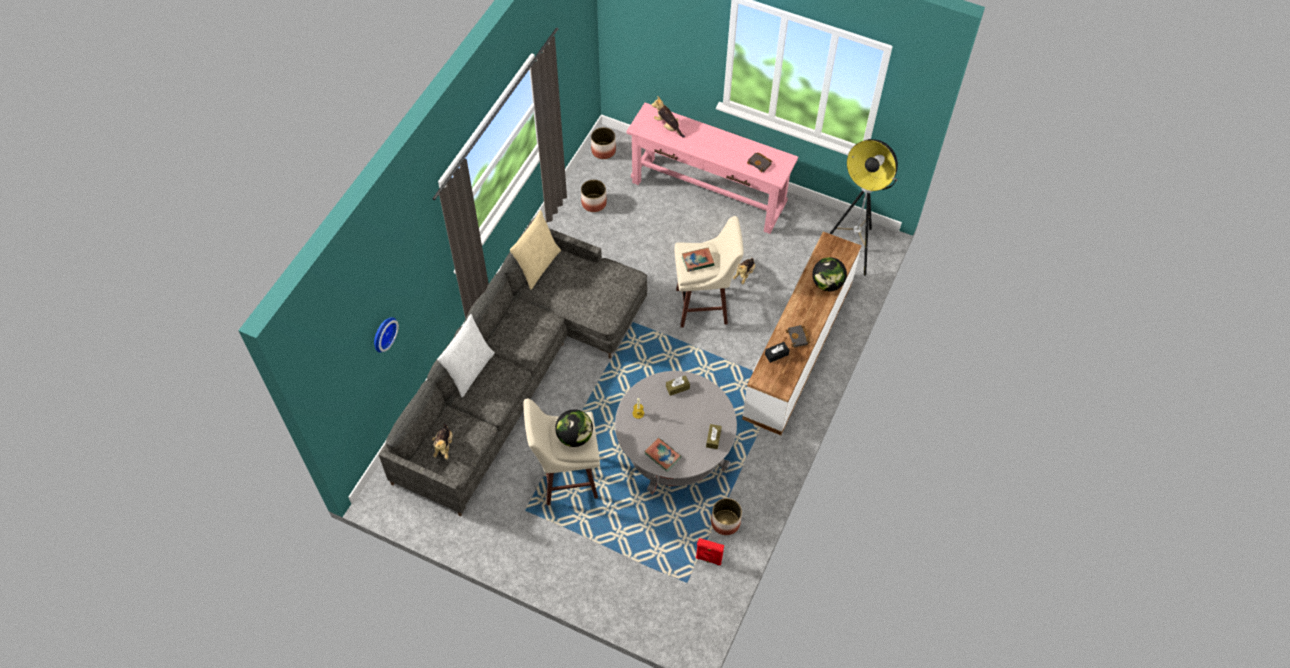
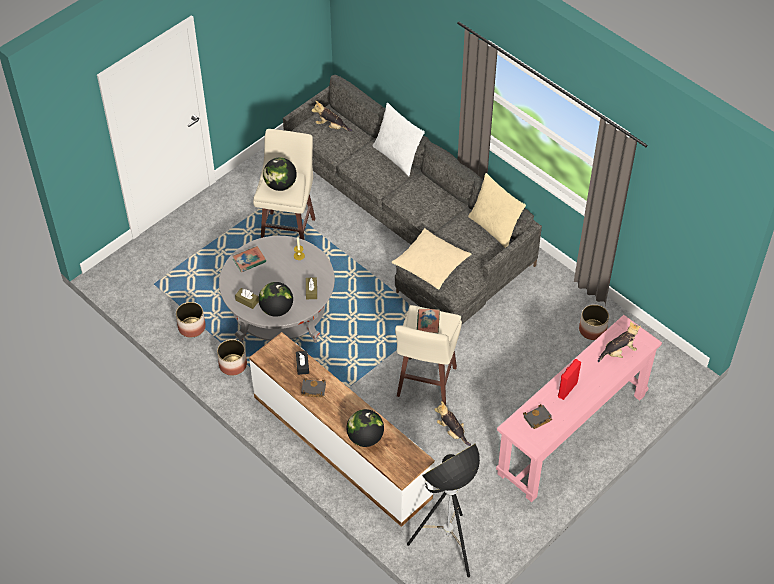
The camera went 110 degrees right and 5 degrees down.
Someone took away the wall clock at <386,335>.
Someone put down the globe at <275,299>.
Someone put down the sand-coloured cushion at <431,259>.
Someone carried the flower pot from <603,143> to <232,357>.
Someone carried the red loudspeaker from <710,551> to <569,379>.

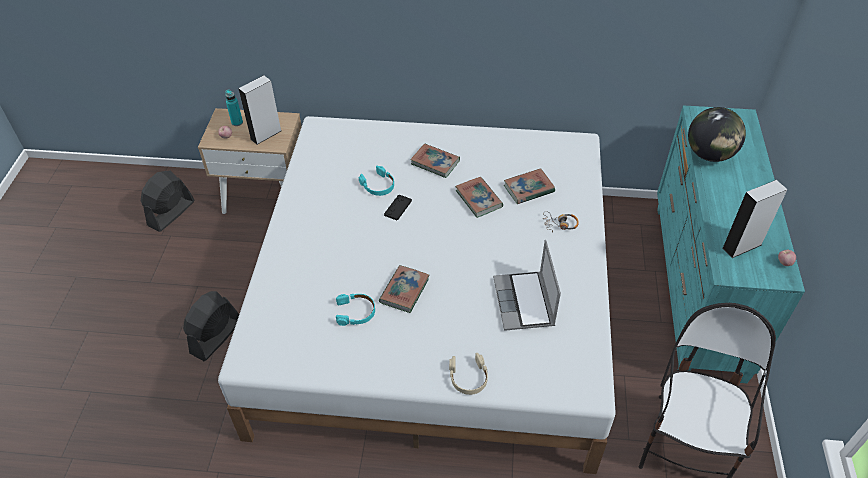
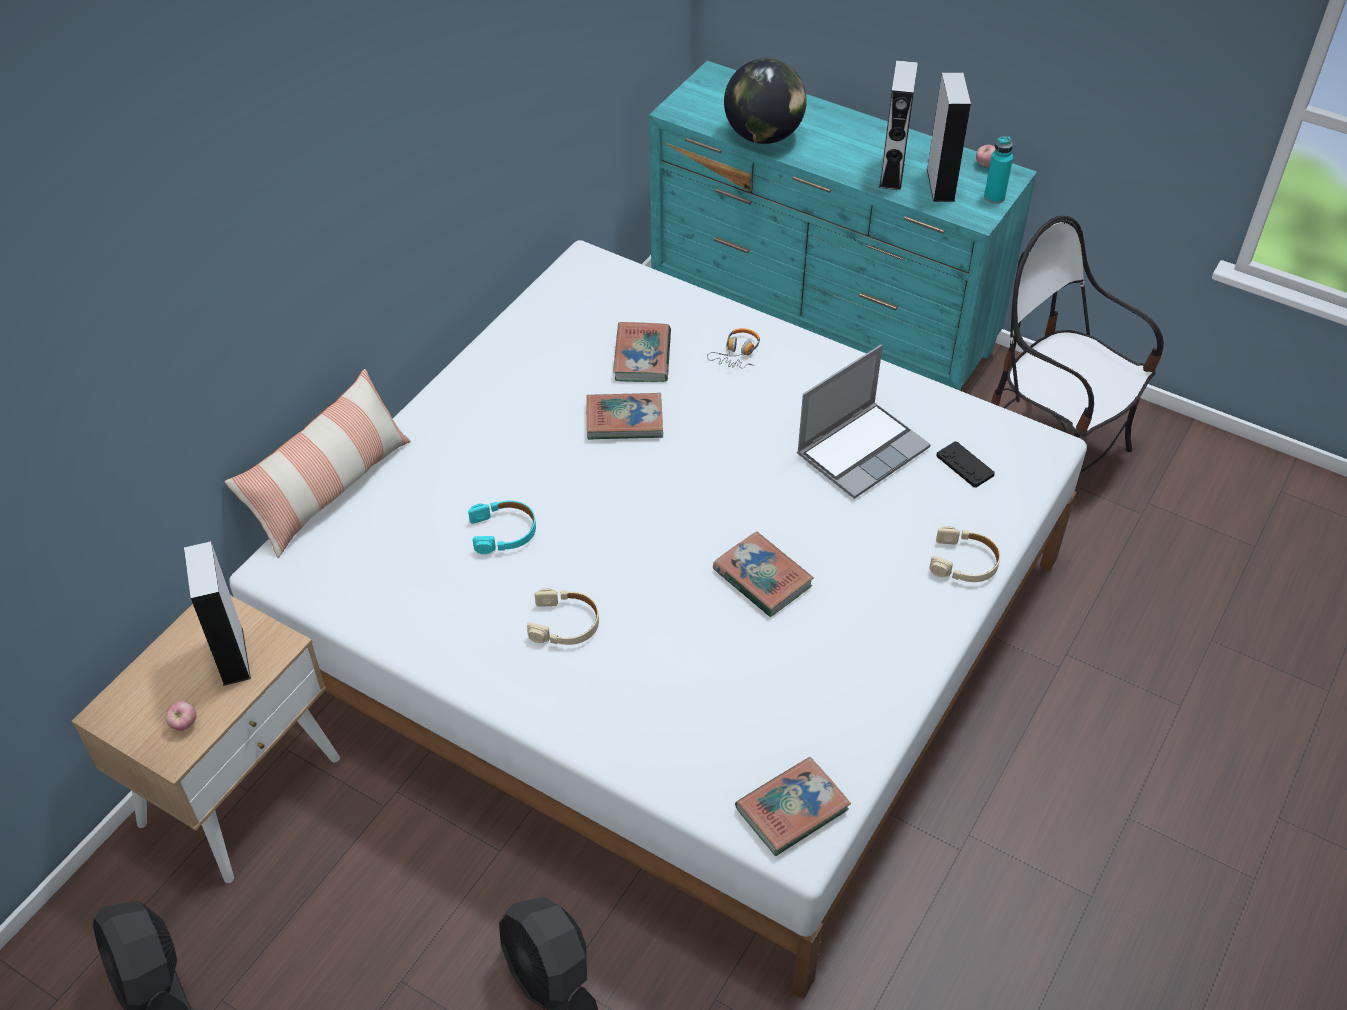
The camera went 65 degrees left and 0 degrees up.
Someone took away the blue-green headset at <355,310>.
Someone put down the cushion at <317,463>.
Someone put down the sand-coloured headset at <563,616>.
Someone put down the greyish loudspeaker at <898,125>.
Someone carried the blue-green drink bottle from <234,108> to <998,170>.
Someone carried the blackish gamepad from <398,207> to <965,464>.
Someone carried the bound book from <435,161> to <793,806>.
Someone rotated the notebook computer at <527,285> by 60 degrees counterclockwise.

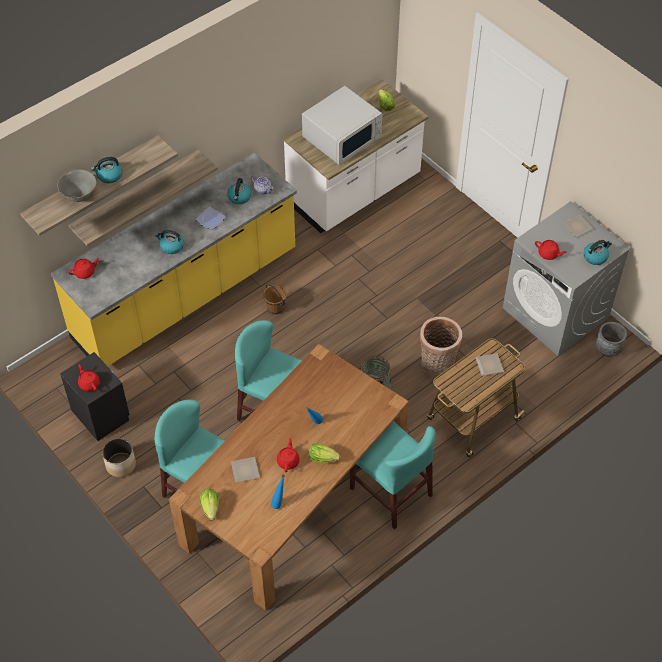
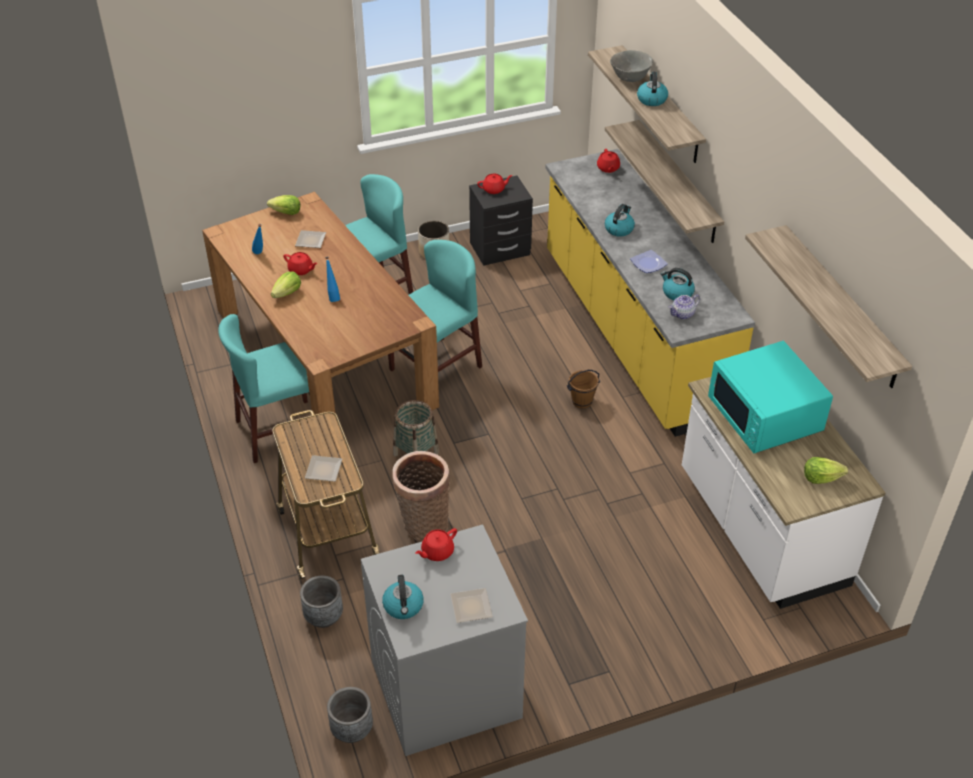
The camera went 110 degrees right and 10 degrees down.
Someone put down the greyish flower pot at <321,601>.
Someone put up the wall shelf at <828,306>.
Someone repainted the whitish microwave oven at <342,125>, which became the blue-green microwave oven at <770,397>.

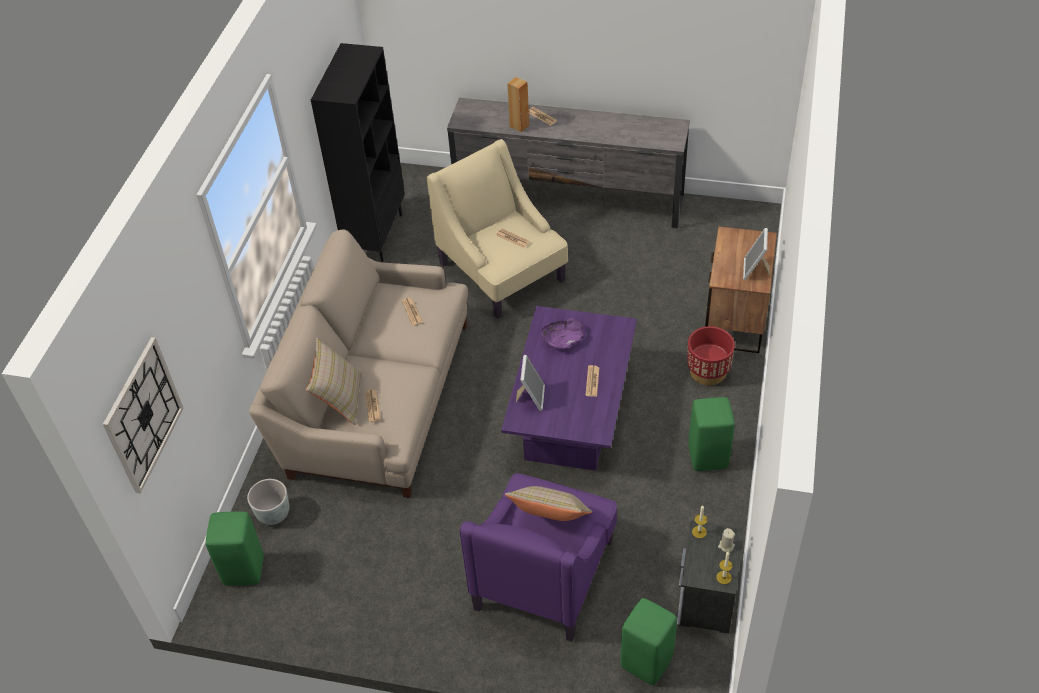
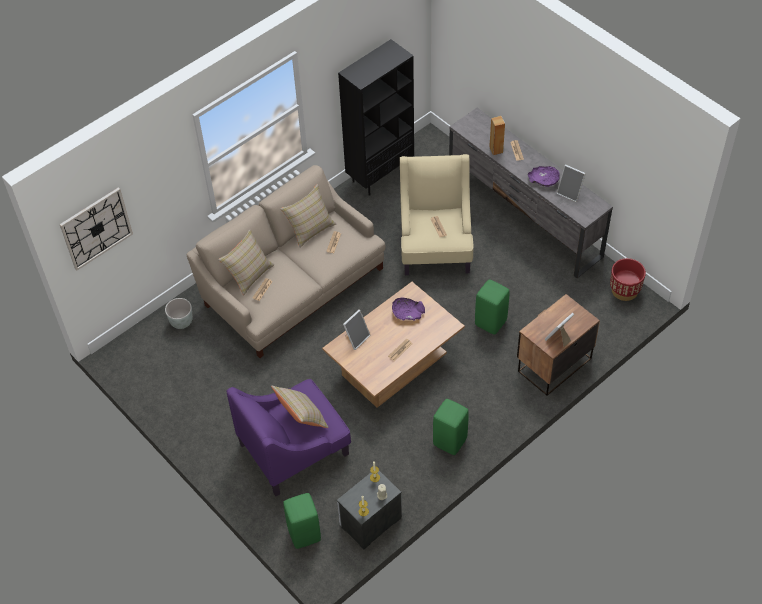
The camera went 35 degrees right and 5 degrees up.
Someone put down the sand-coloured cushion at <308,216>.
Someone put down the purple serving bowl at <544,176>.
Someone put down the photo frame at <571,183>.
Someone carried the greenish stool from <234,548> to <492,307>.
Someone carried the red flower pot from <711,355> to <628,279>.
Someone repainted the purple low table at <569,388>, which became the brownish low table at <393,345>.

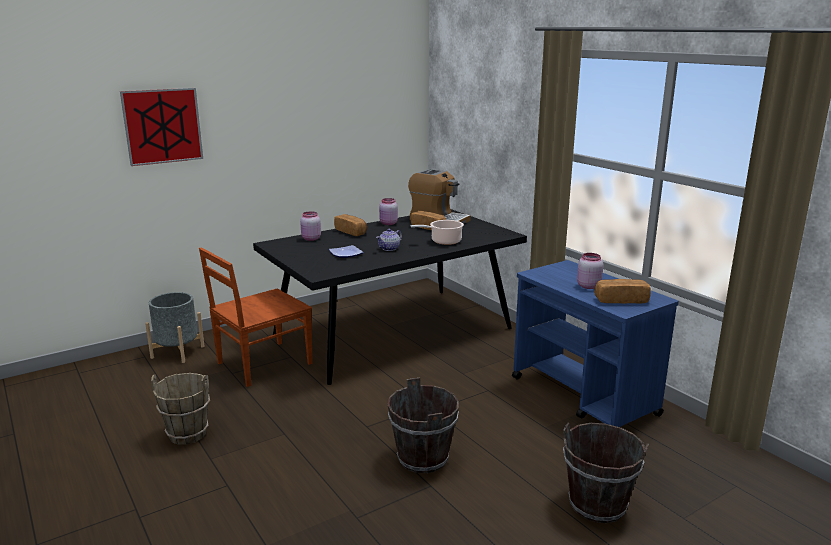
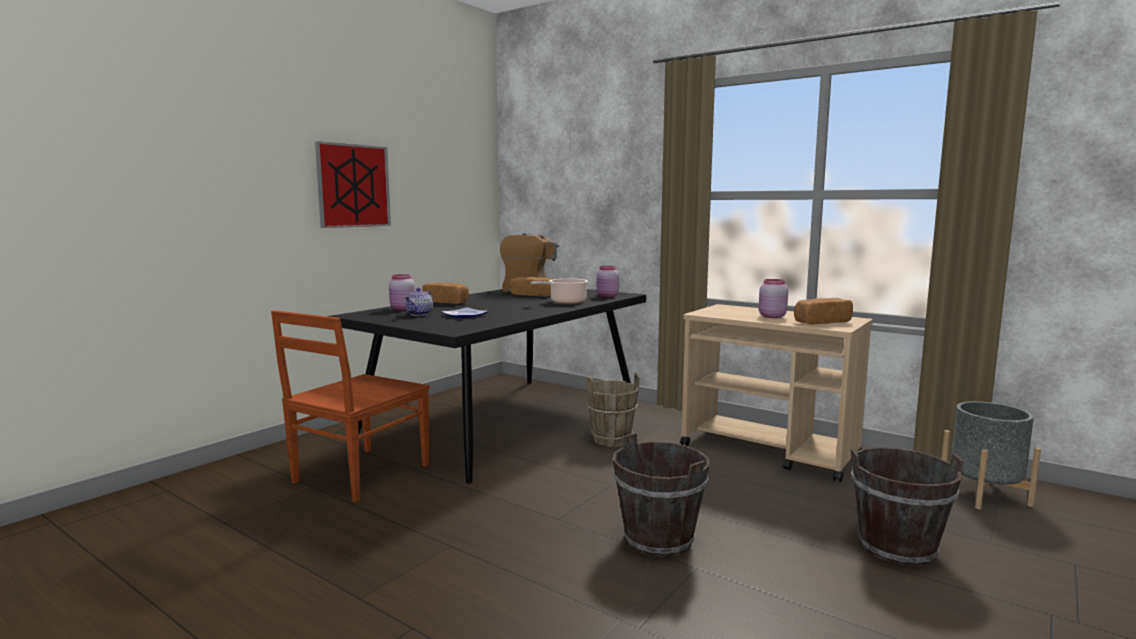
The camera went 20 degrees left and 10 degrees down.
Someone carried the picture from <161,127> to <353,184>.
Someone carried the greyish flower pot from <175,327> to <991,455>.
Someone carried the brownish pail from <180,409> to <613,410>.
Someone carried the tea pot from <389,240> to <418,302>.
Someone carried the pink-coloured preserve jar from <388,211> to <608,281>.
Someone repainted the blue cart at <595,343>, which became the sand-coloured cart at <776,393>.

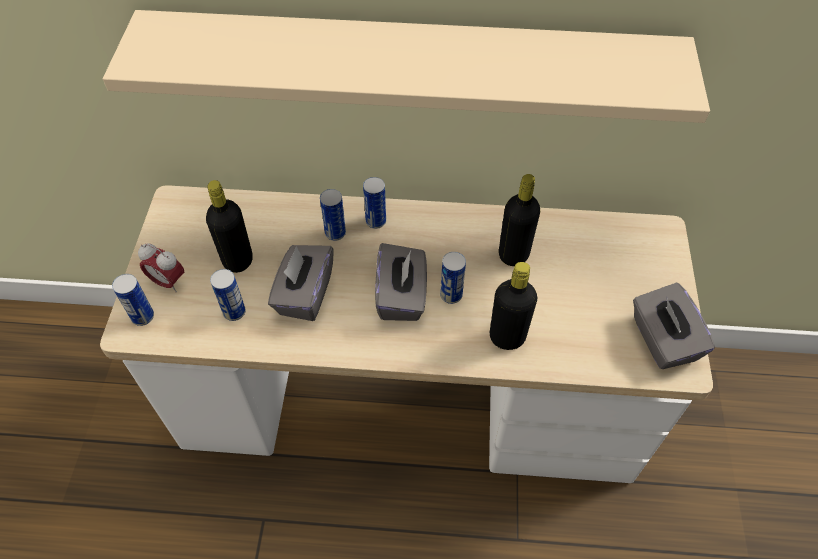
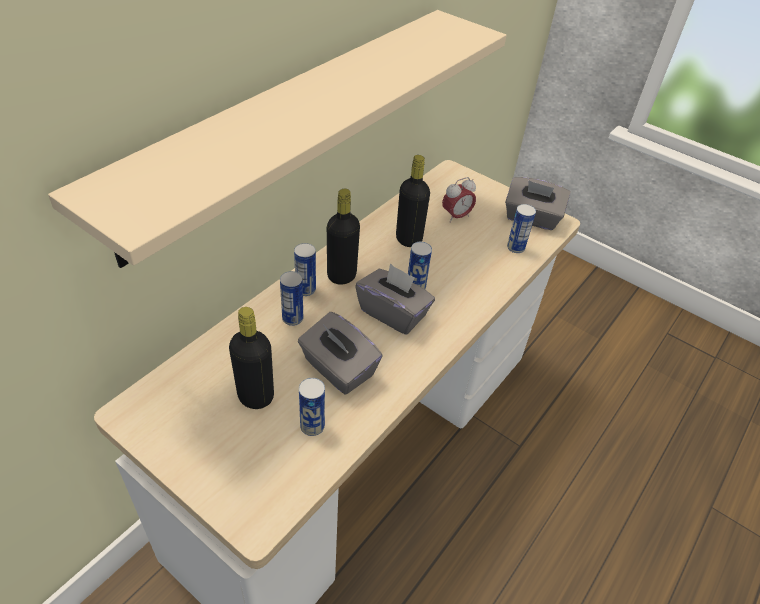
The camera went 60 degrees left and 10 degrees down.
Someone carried the can from <133,300> to <521,228>.
Someone carried the table clock from <161,267> to <459,200>.
Someone carried the blackish drink bottle from <513,306> to <343,237>.

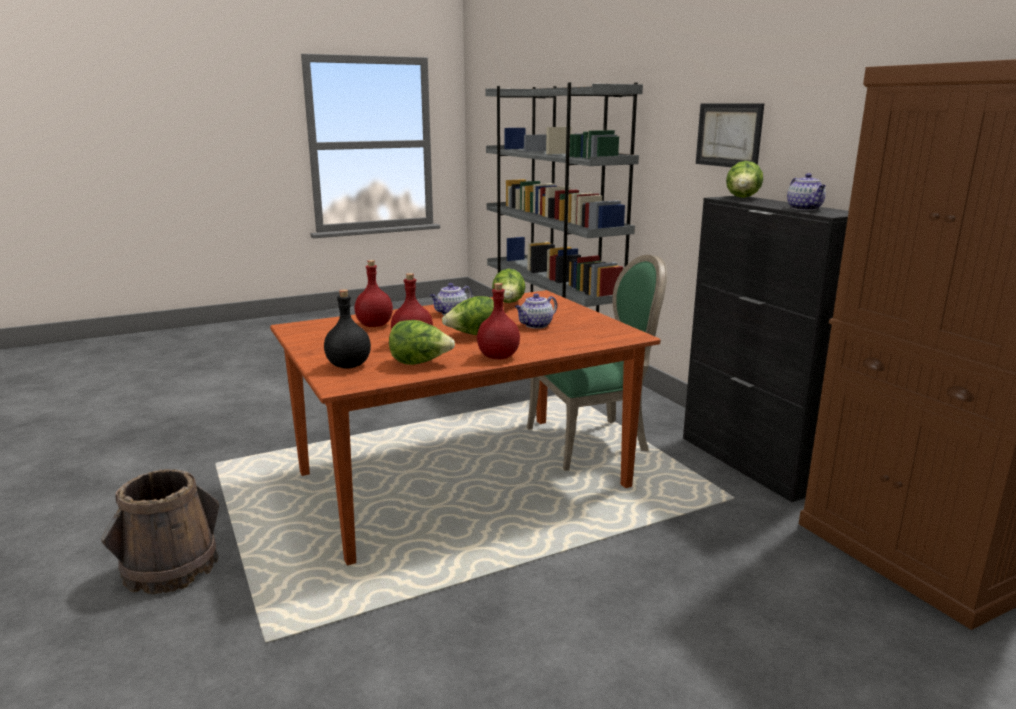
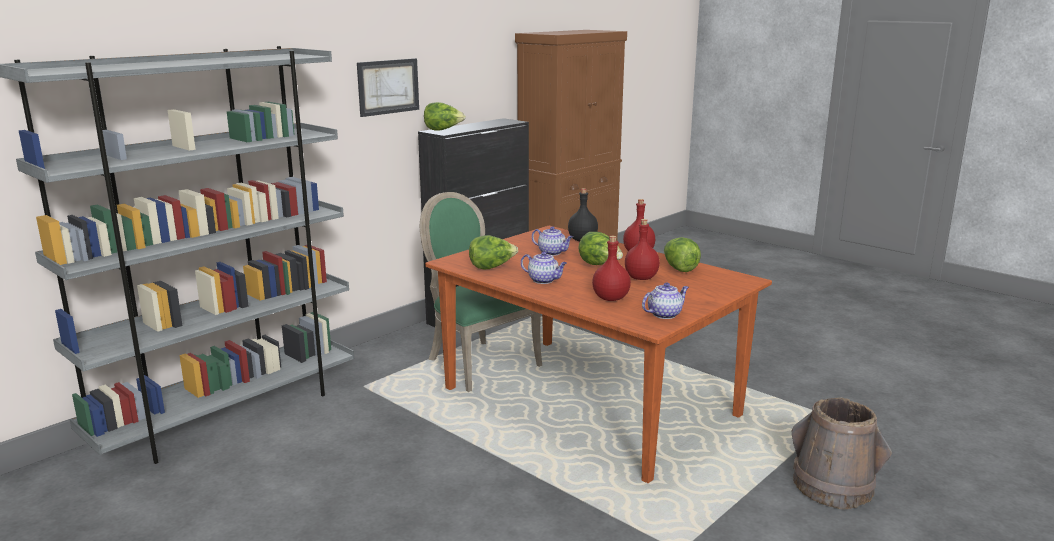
The camera went 110 degrees left and 0 degrees up.
Someone carried the blackish drink bottle from <347,329> to <583,214>.
Someone carried the tea pot from <806,192> to <665,301>.

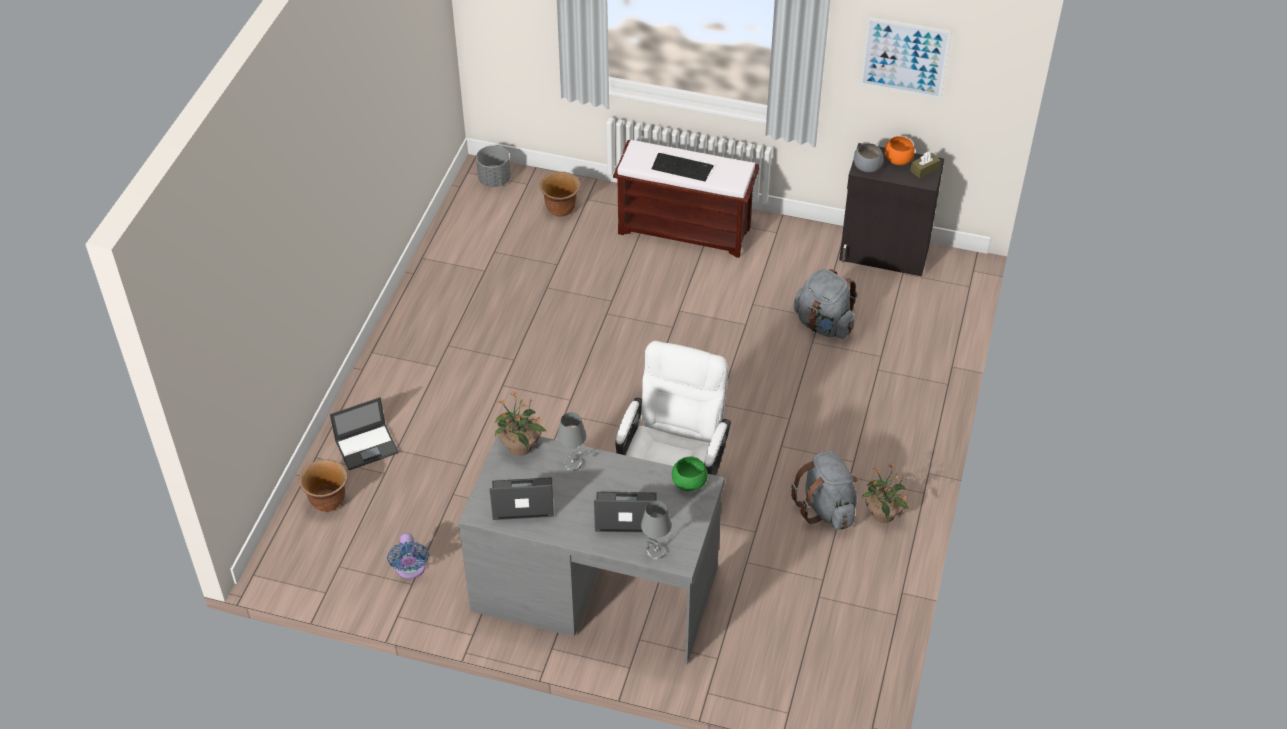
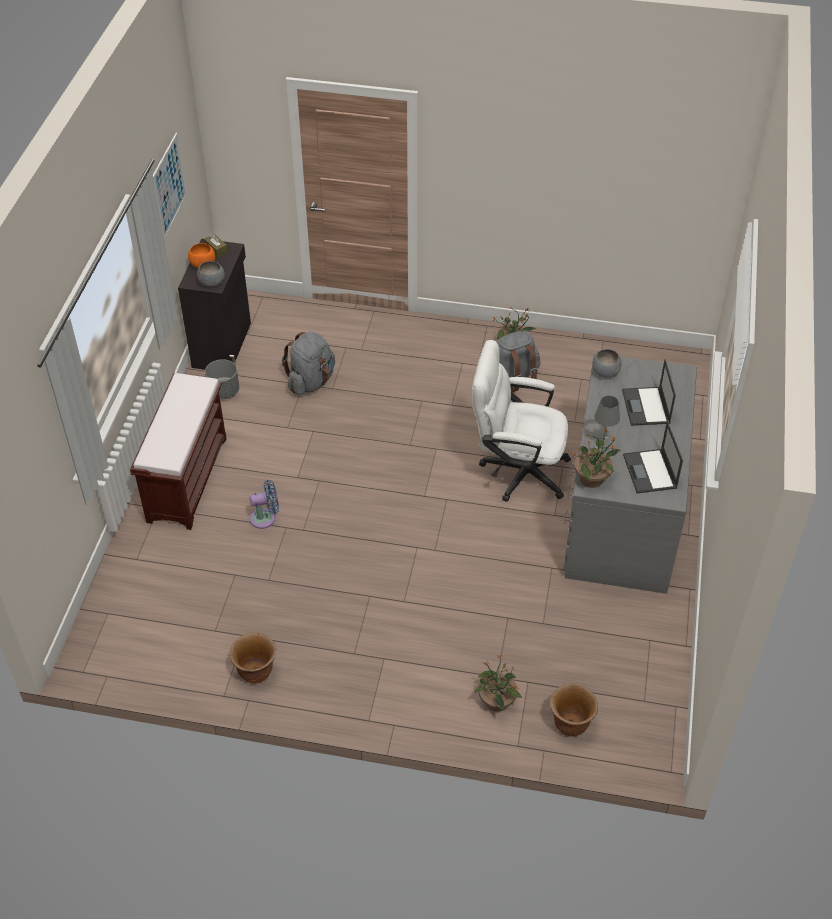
The camera went 95 degrees left and 0 degrees up.
Someone took away the greyish table lamp at <656,530>.
Someone took away the keyboard at <683,167>.
Someone carried the blue fan from <408,556> to <264,504>.
Someone carried the greyish flower pot from <493,166> to <222,379>.
Someone carried the brownish flower pot from <559,194> to <253,657>.
Someone swapped the notebook computer at <364,433> for the plant in a pot at <498,683>.
Someone repainted the greenish serving bowl at <690,474>, which became the greyish serving bowl at <607,363>.

